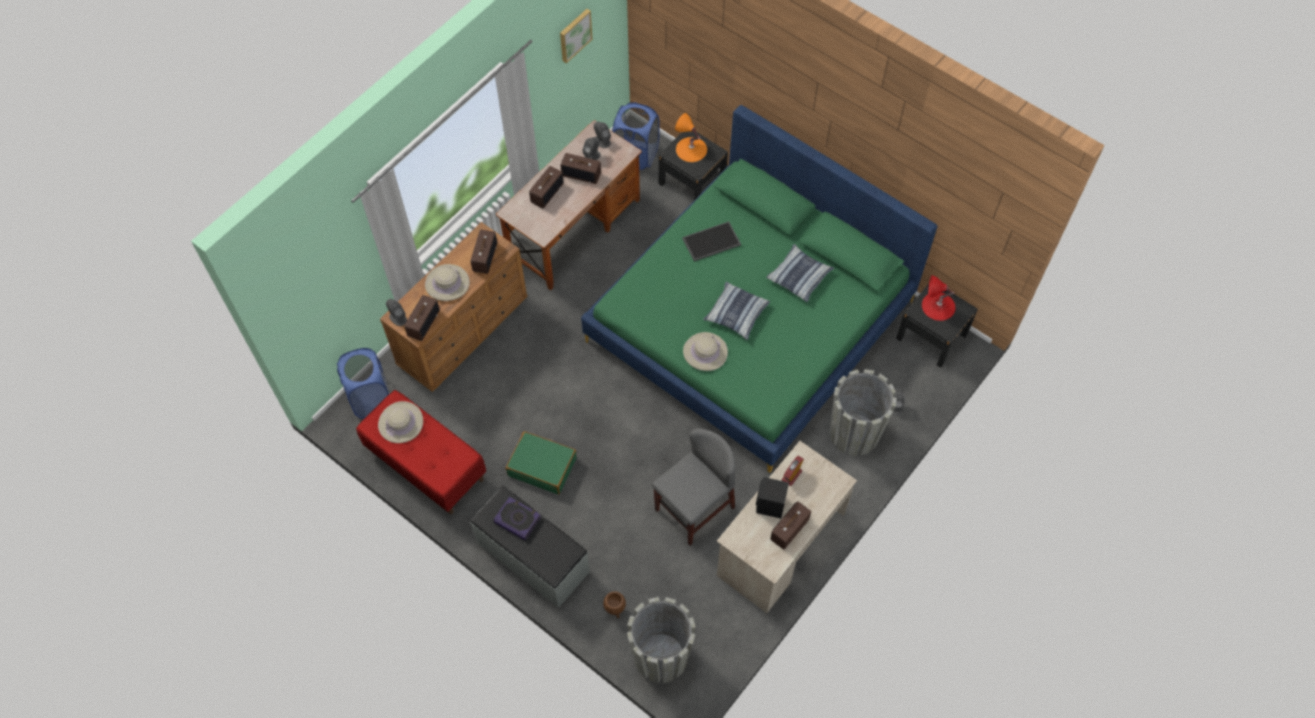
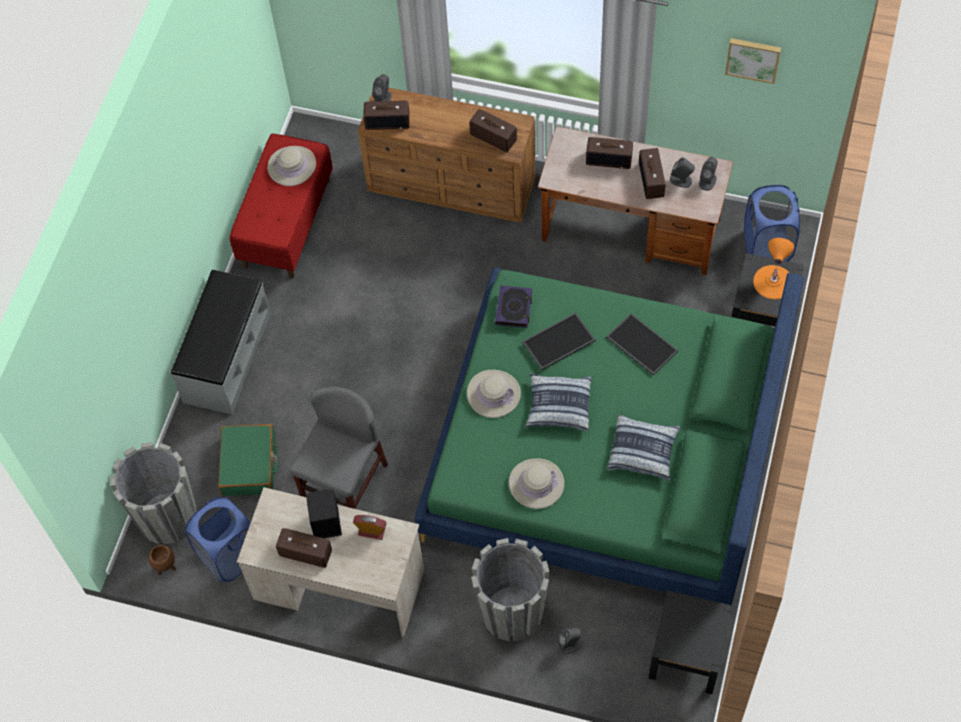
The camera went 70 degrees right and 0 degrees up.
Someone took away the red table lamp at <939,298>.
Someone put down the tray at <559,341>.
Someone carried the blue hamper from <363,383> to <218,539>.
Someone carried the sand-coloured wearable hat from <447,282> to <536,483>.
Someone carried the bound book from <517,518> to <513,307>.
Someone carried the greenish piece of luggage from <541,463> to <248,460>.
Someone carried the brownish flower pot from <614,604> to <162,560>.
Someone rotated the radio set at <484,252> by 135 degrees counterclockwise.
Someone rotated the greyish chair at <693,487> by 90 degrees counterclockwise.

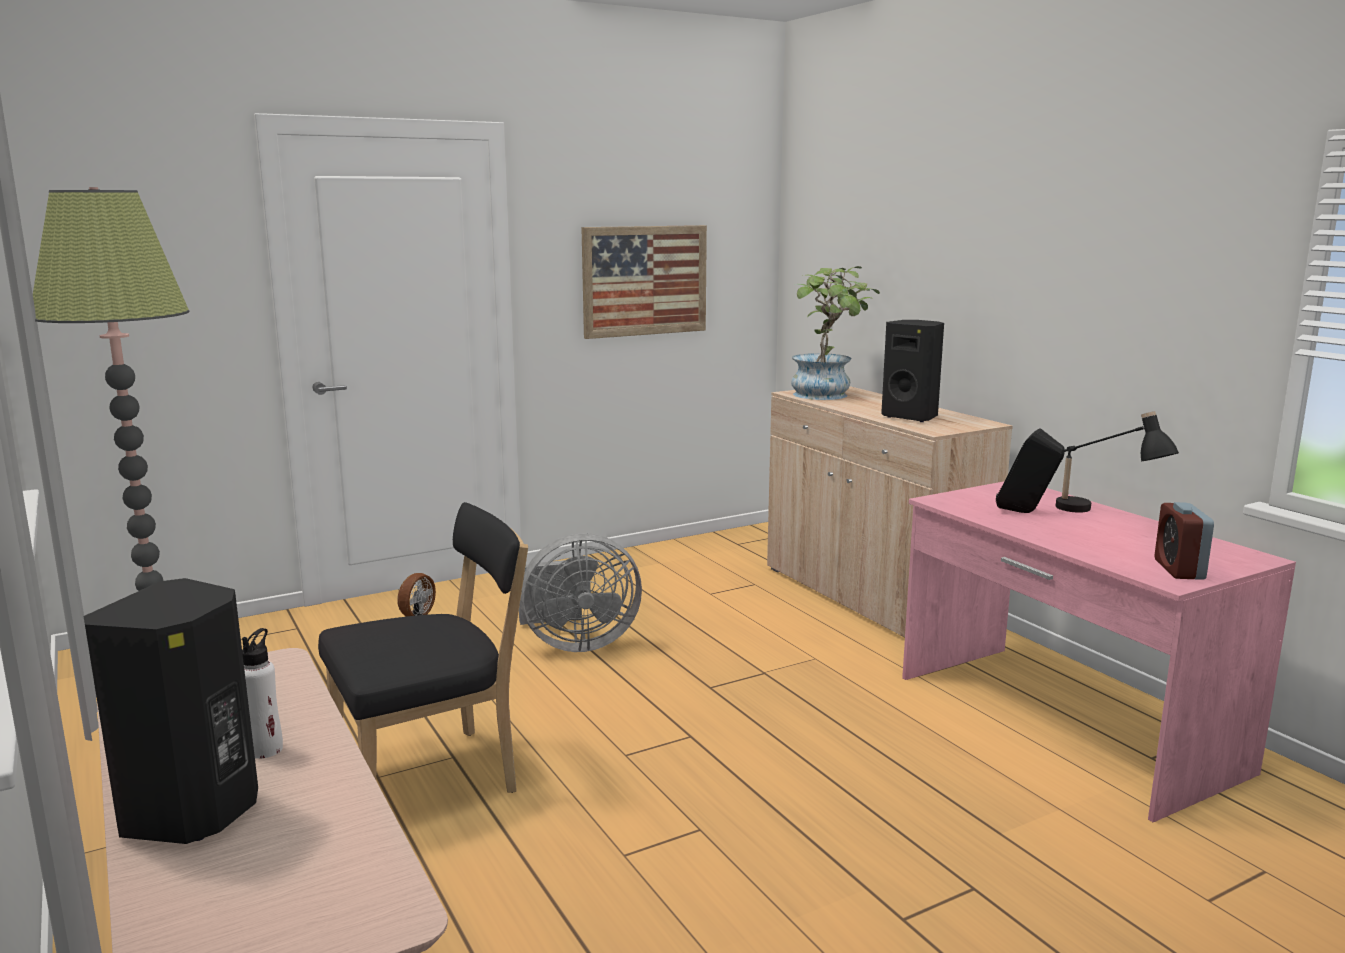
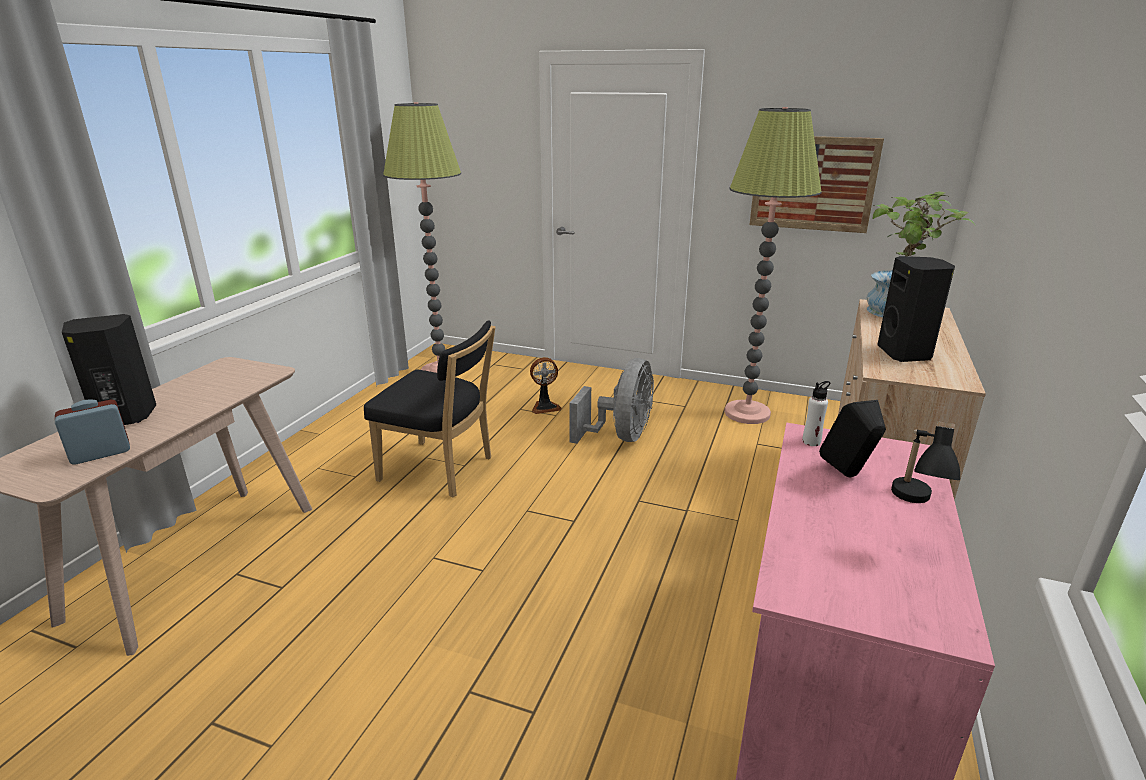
The camera went 50 degrees right and 10 degrees up.
Someone put down the standing lamp at <773,265>.
Someone carried the whitish drink bottle from <262,693> to <816,413>.
Someone carried the table clock from <1184,541> to <92,432>.
Someone rotated the greyish fan at <580,592> by 105 degrees counterclockwise.

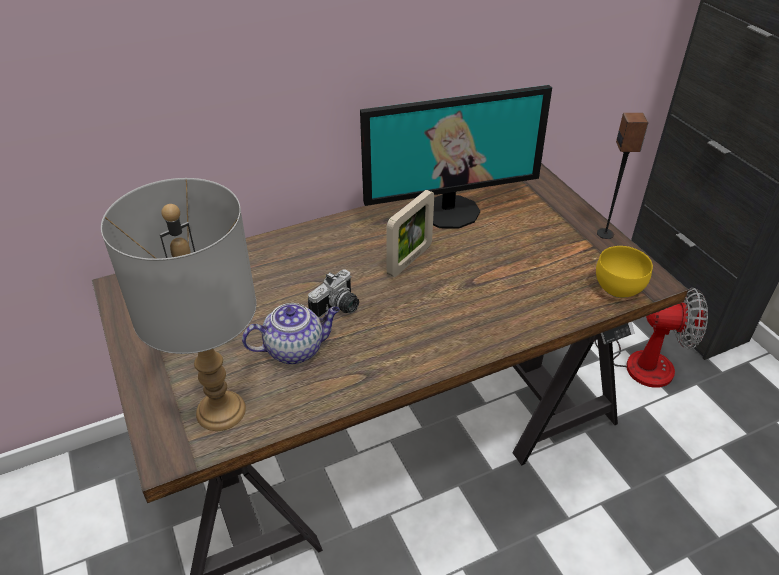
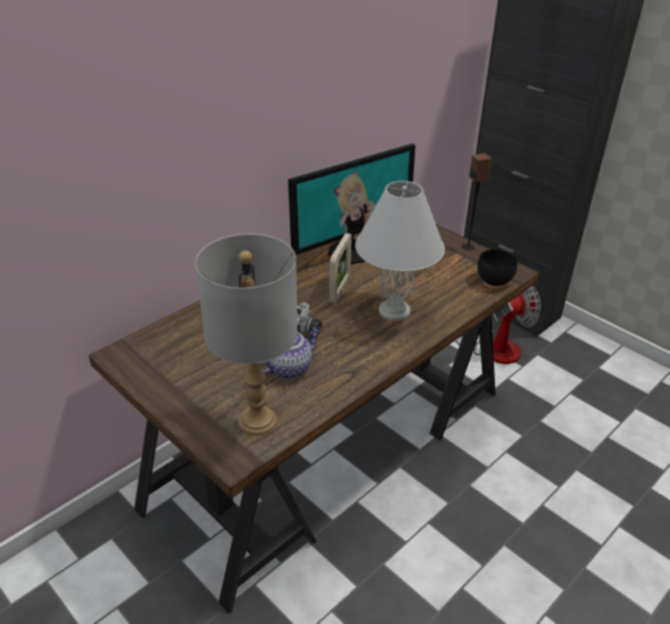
The camera went 20 degrees left and 5 degrees down.
Someone put down the whitish table lamp at <400,251>.
Someone repainted the yellow serving bowl at <624,272>, which became the blackish serving bowl at <497,268>.

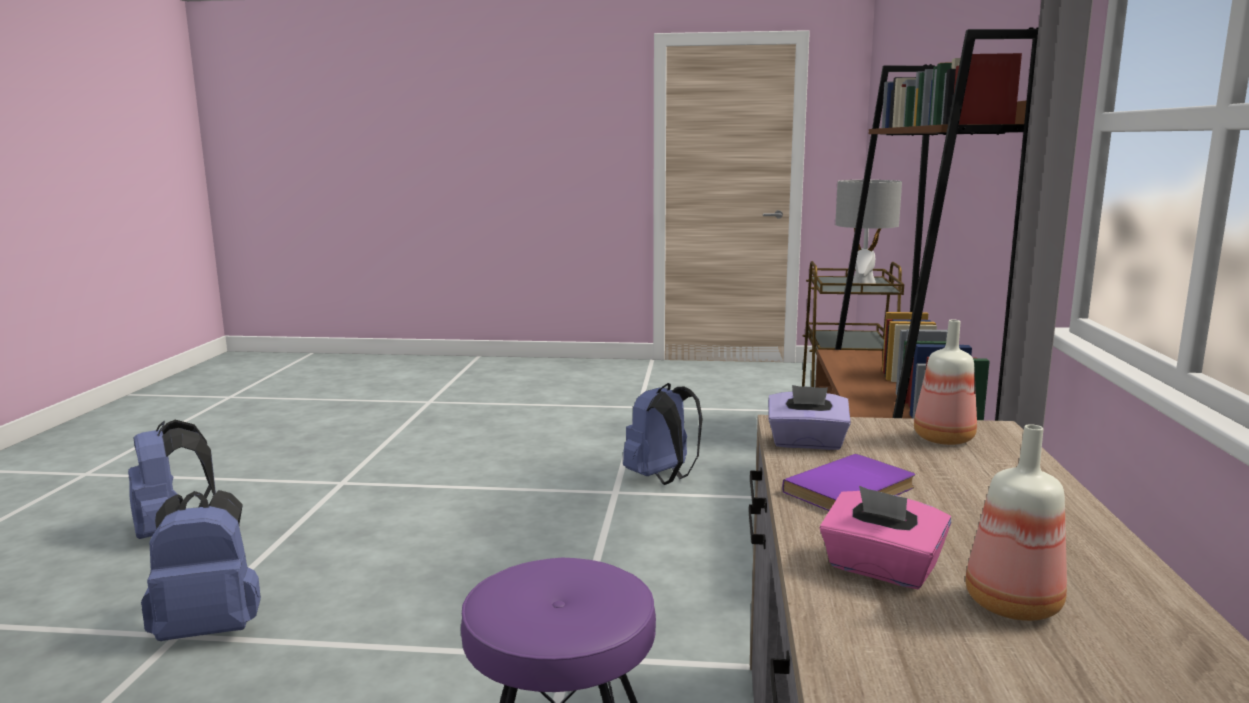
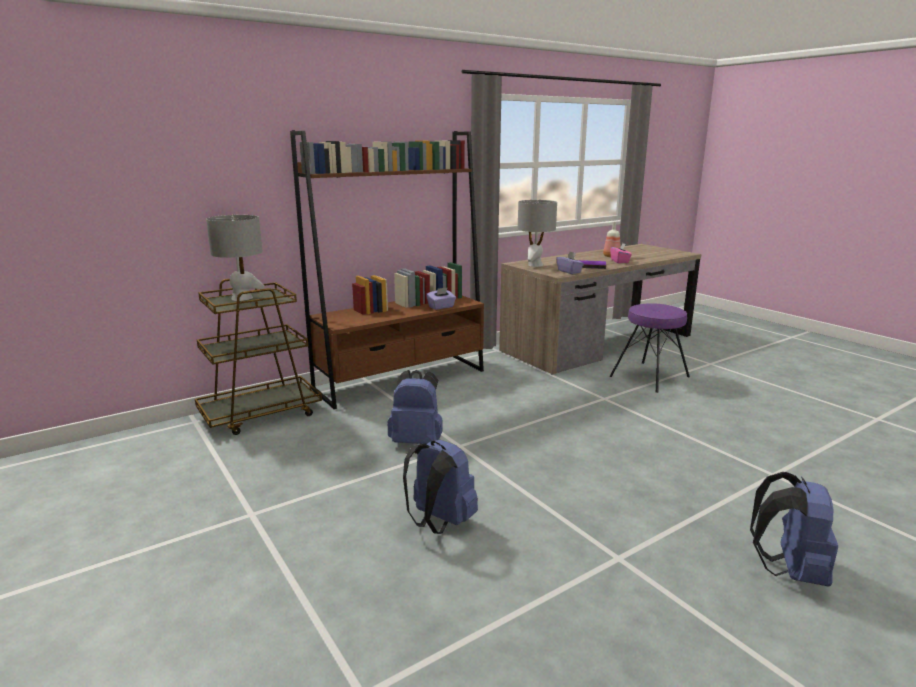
The camera went 130 degrees left and 5 degrees up.
Someone put down the purple tissue holder at <441,298>.
Someone carried the blue knapsack from <201,565> to <440,487>.
Someone swapped the drink bottle at <945,382> for the greyish table lamp at <537,233>.

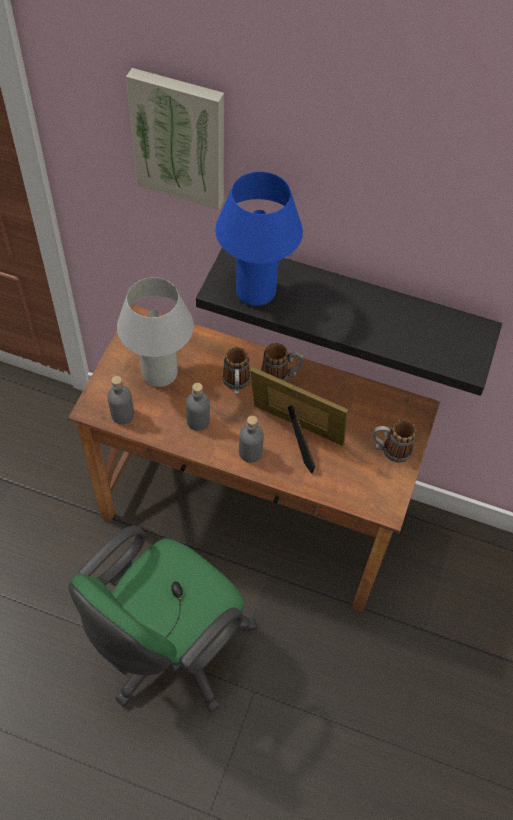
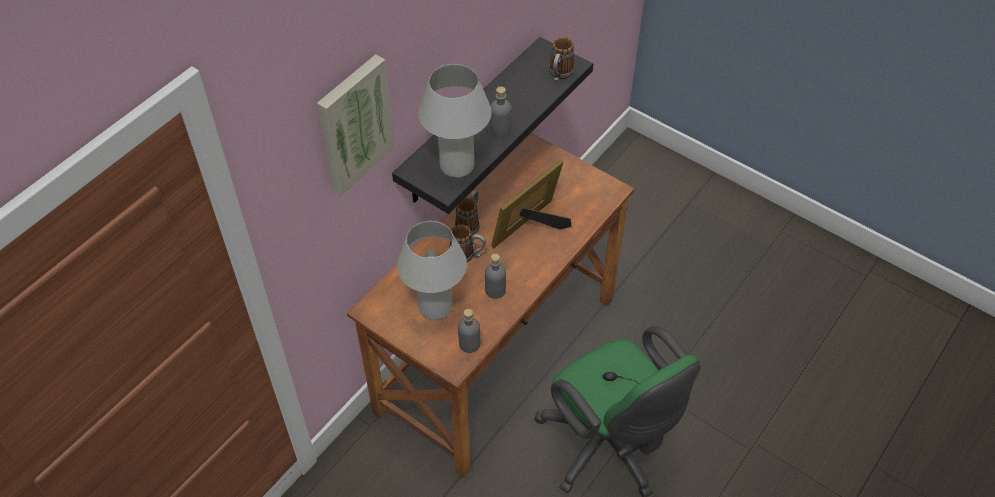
The camera went 70 degrees left and 5 degrees down.
Someone carried the greyish drink bottle from <251,439> to <501,112>.
Someone carried the coffee mug from <394,441> to <561,59>.
Someone repainted the blue table lamp at <259,239>, which became the whitish table lamp at <455,121>.

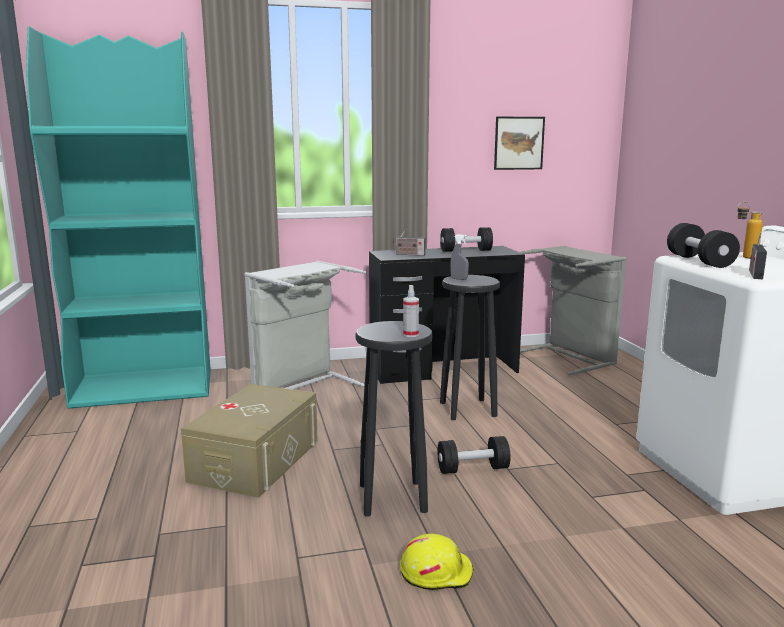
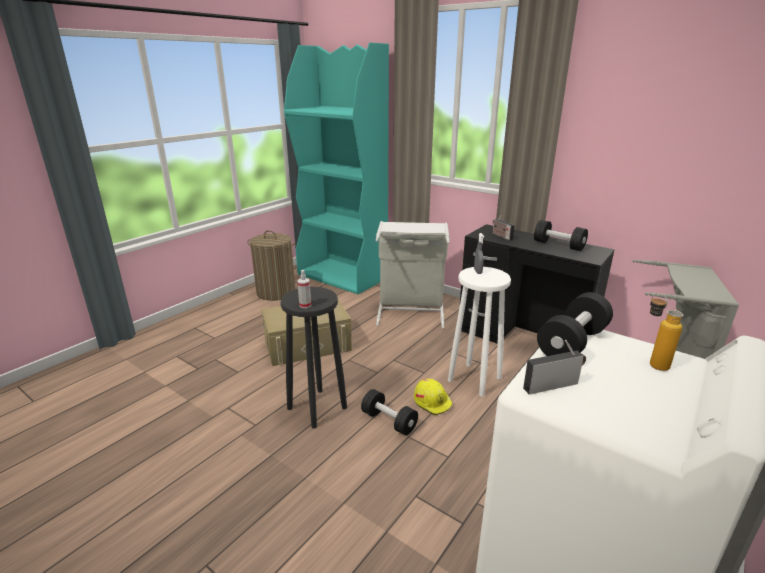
The camera went 50 degrees right and 10 degrees up.
Someone took away the picture at <519,143>.
Someone put down the hamper at <271,265>.
Someone carried the yellow hard hat from <437,562> to <433,397>.
Someone repainted the blackish stool at <470,347>, which became the whitish stool at <479,332>.

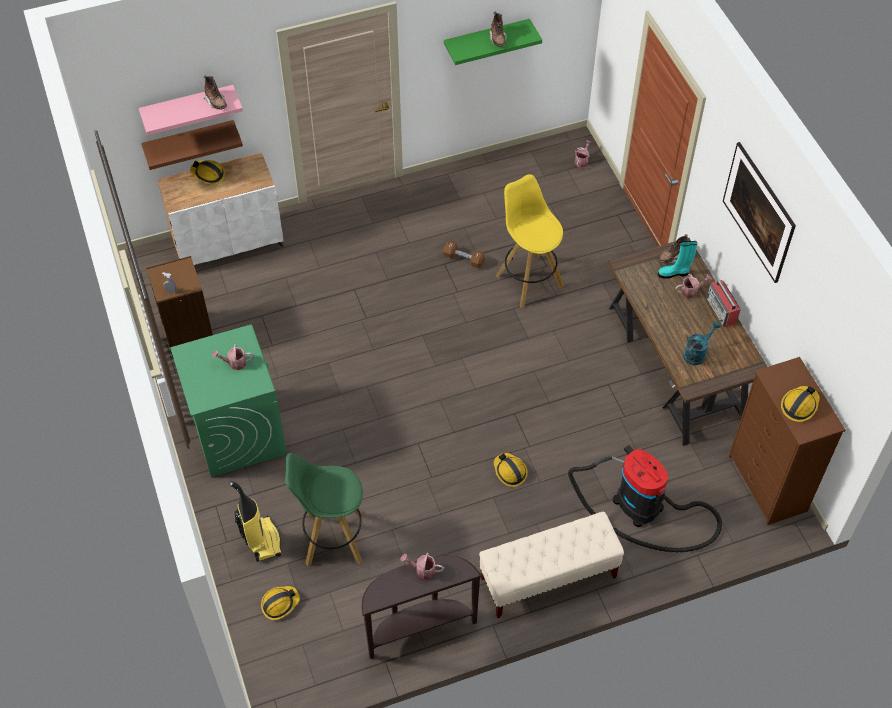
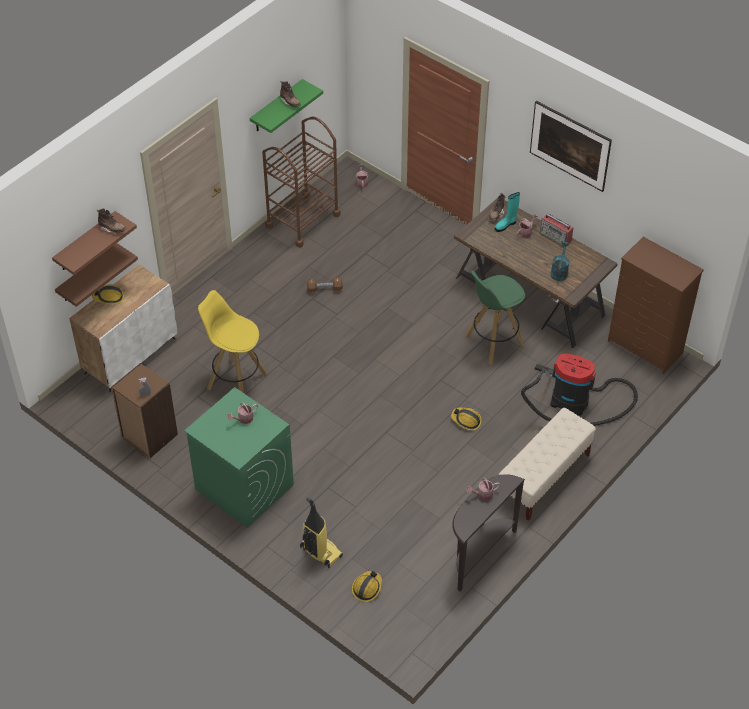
The camera went 30 degrees left and 5 degrees down.
Someone took away the hard hat at <800,404>.
Someone put down the brownish cart at <301,182>.
Someone carried the greenish stool from <324,509> to <495,317>.
Someone carried the yellow stool from <529,240> to <232,341>.
Someone repainted the pink-coloured wall shelf at <191,110>, which became the brownish wall shelf at <94,243>.

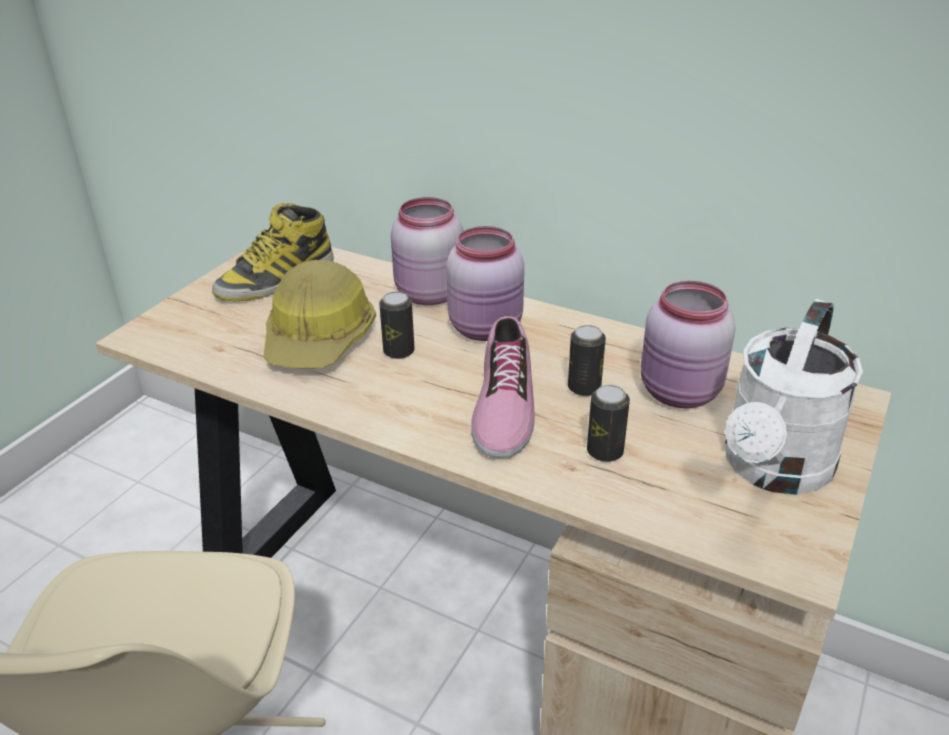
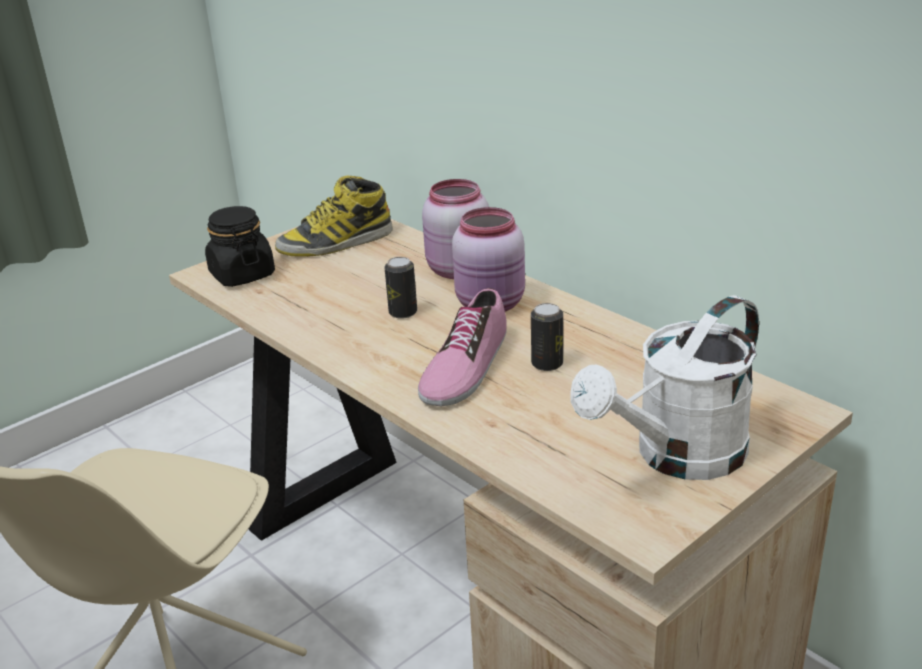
The camera went 20 degrees right and 5 degrees down.
Someone took away the hard hat at <319,314>.
Someone took away the can at <608,423>.
Someone took away the pink-coloured preserve jar at <688,344>.
Someone put down the blackish preserve jar at <240,246>.

